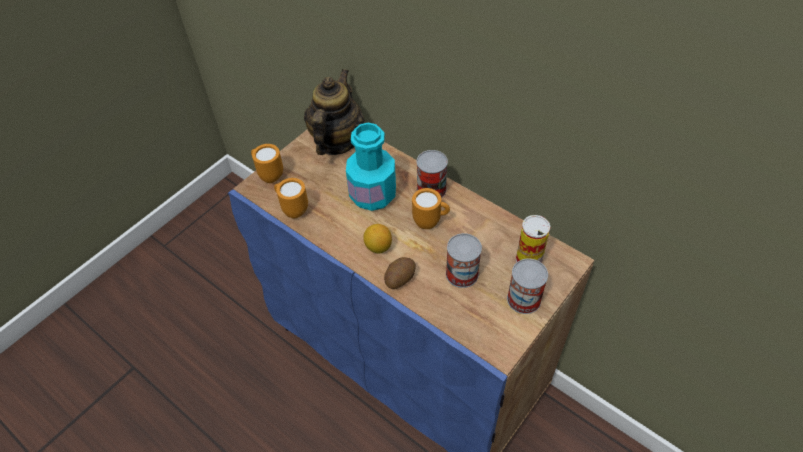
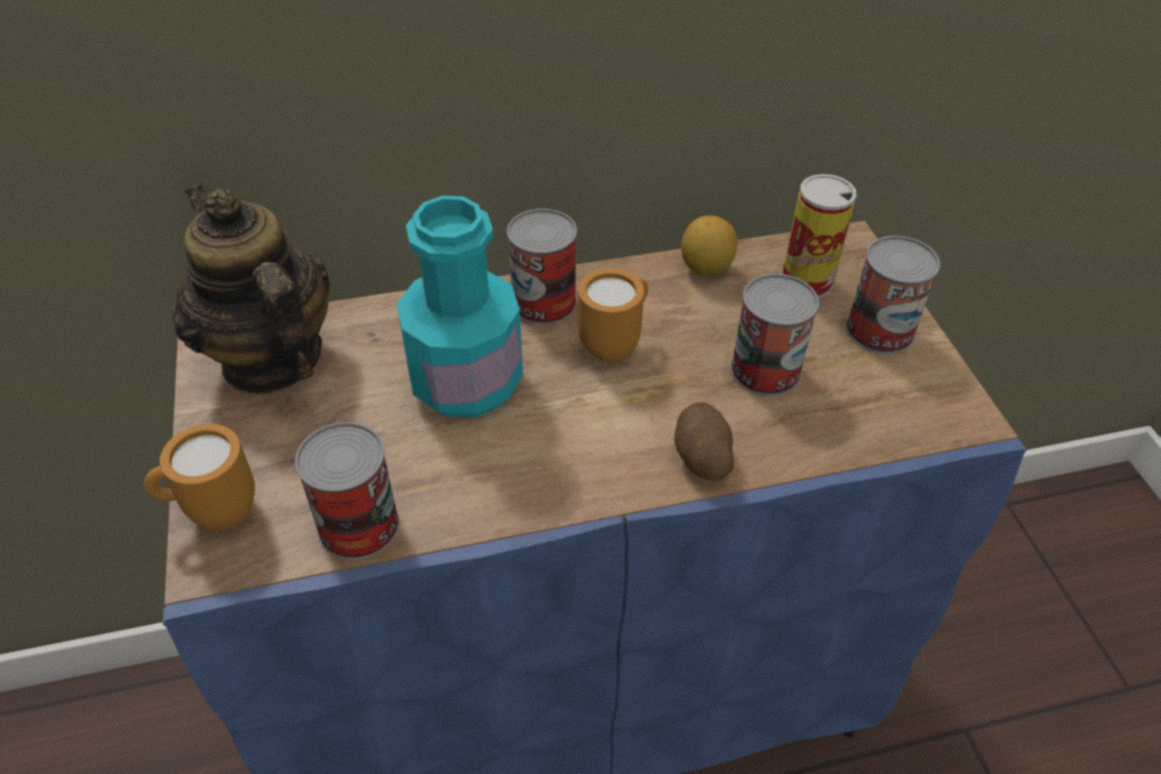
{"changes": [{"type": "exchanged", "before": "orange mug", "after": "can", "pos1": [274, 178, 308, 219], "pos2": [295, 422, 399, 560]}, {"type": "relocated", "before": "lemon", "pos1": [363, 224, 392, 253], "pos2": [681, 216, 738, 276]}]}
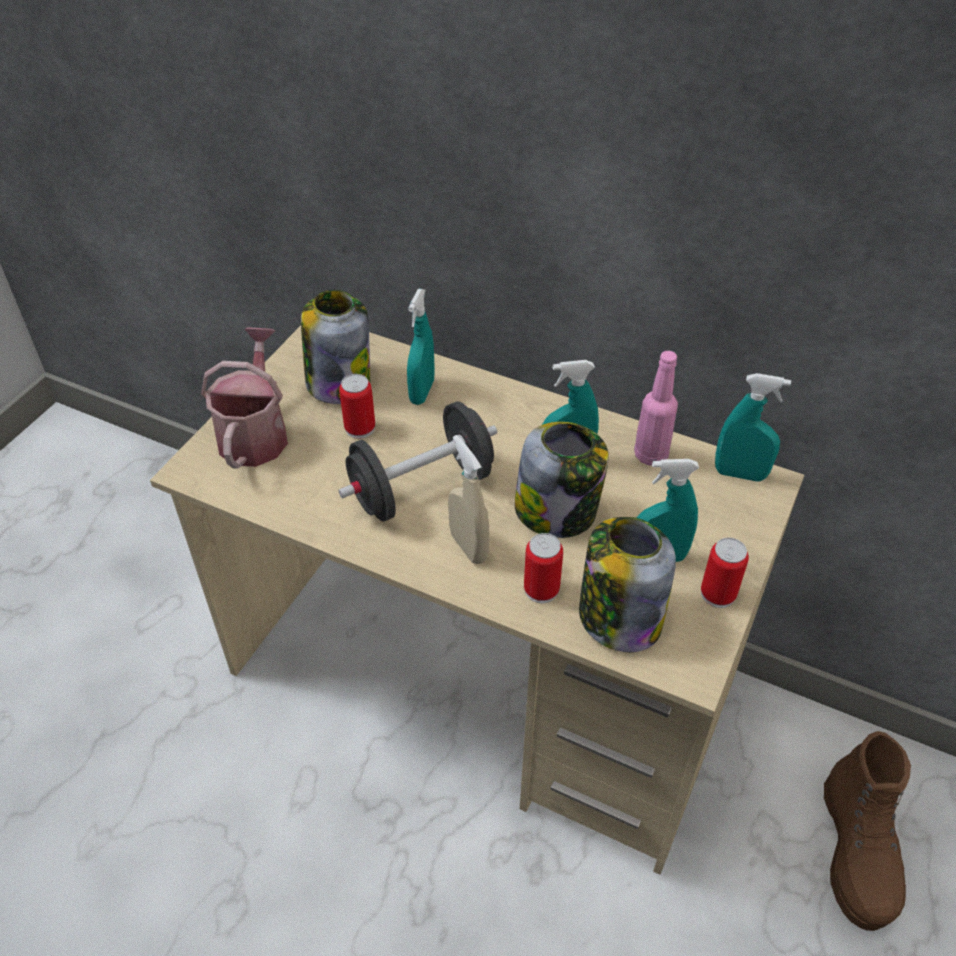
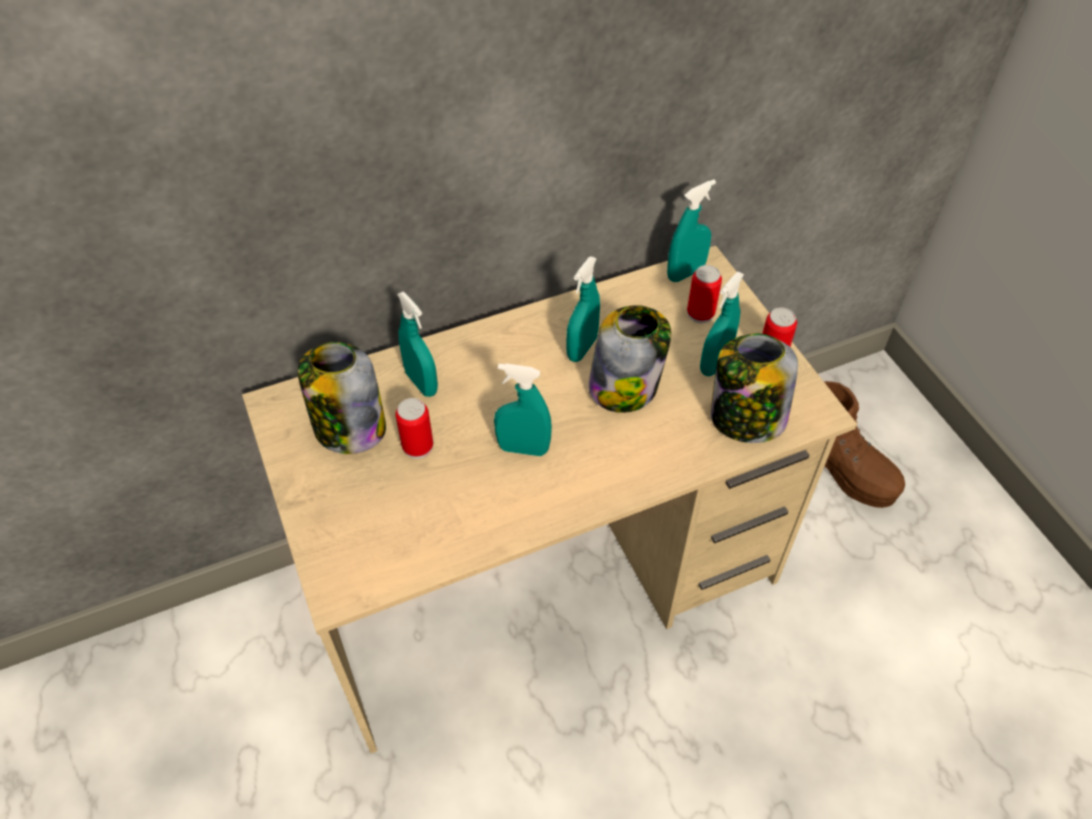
{"changes": [{"type": "missing", "before": "watering can", "pos1": [201, 327, 288, 469]}, {"type": "exchanged", "before": "black dumbbell", "after": "turquoise spray bottle", "pos1": [338, 402, 497, 522], "pos2": [494, 363, 552, 456]}, {"type": "missing", "before": "beige spray bottle", "pos1": [448, 435, 490, 564]}, {"type": "relocated", "before": "can", "pos1": [524, 533, 563, 603], "pos2": [687, 265, 722, 323]}, {"type": "missing", "before": "pink bottle", "pos1": [634, 351, 678, 465]}]}
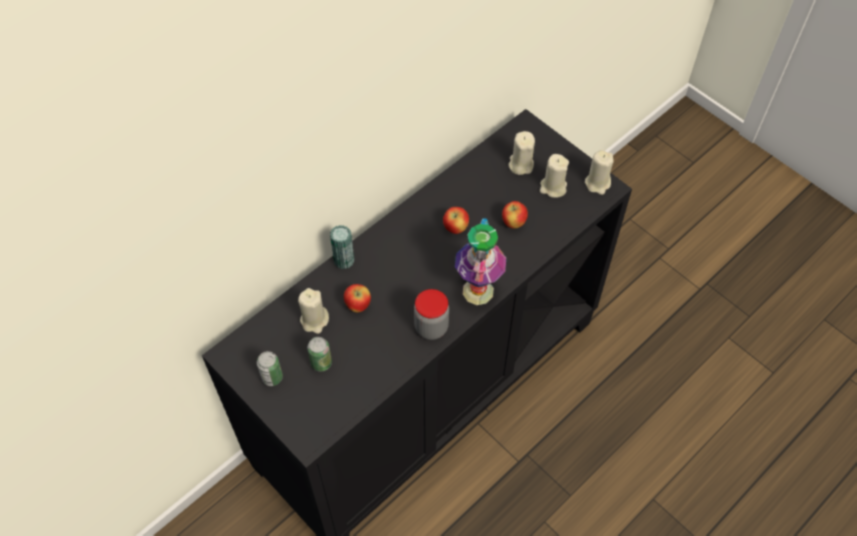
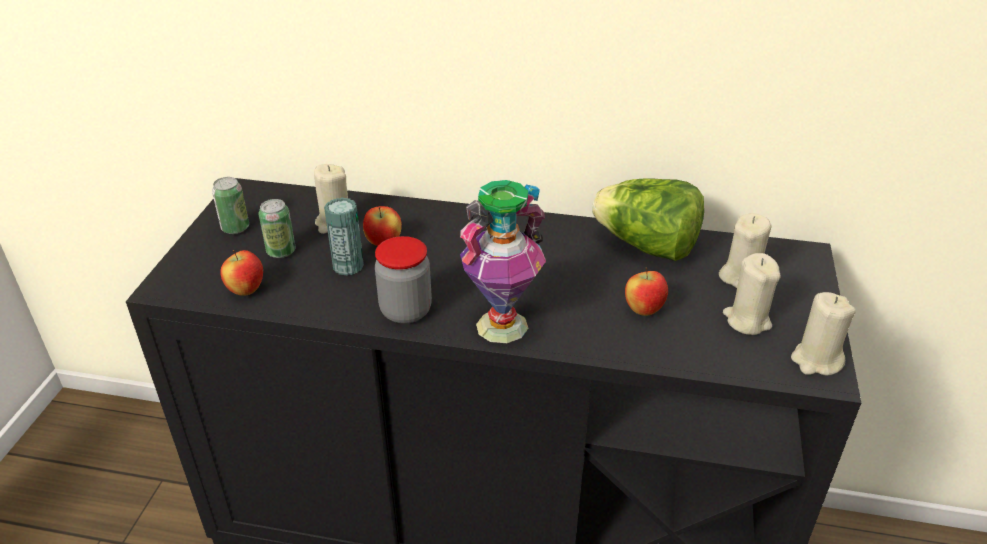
{"changes": [{"type": "relocated", "before": "can", "pos1": [330, 225, 354, 269], "pos2": [324, 198, 364, 276]}, {"type": "relocated", "before": "apple", "pos1": [443, 207, 469, 234], "pos2": [220, 250, 263, 296]}, {"type": "appeared", "after": "lettuce", "pos2": [592, 179, 704, 261]}]}
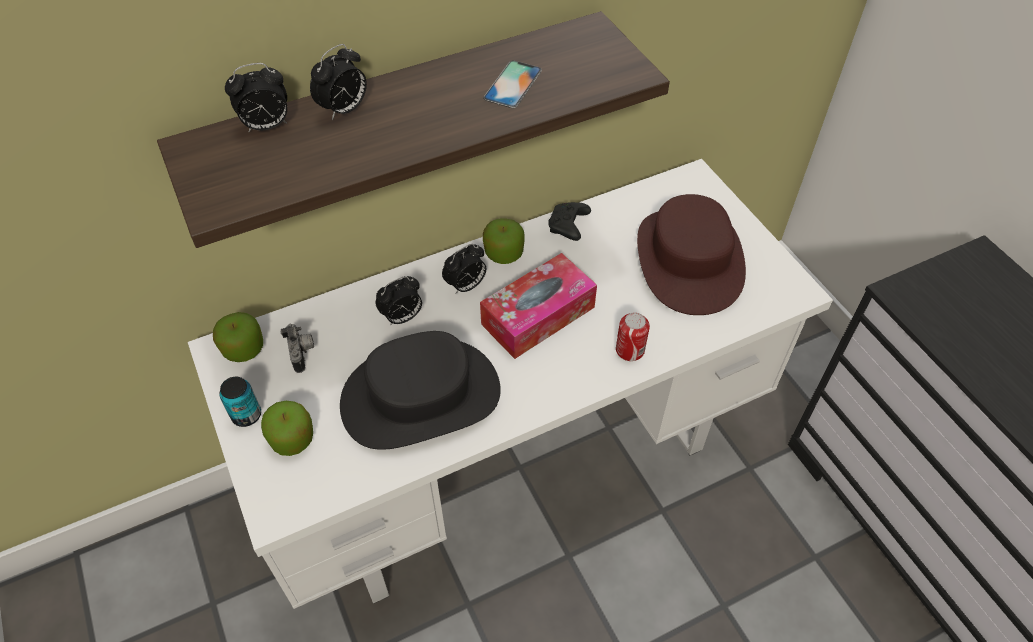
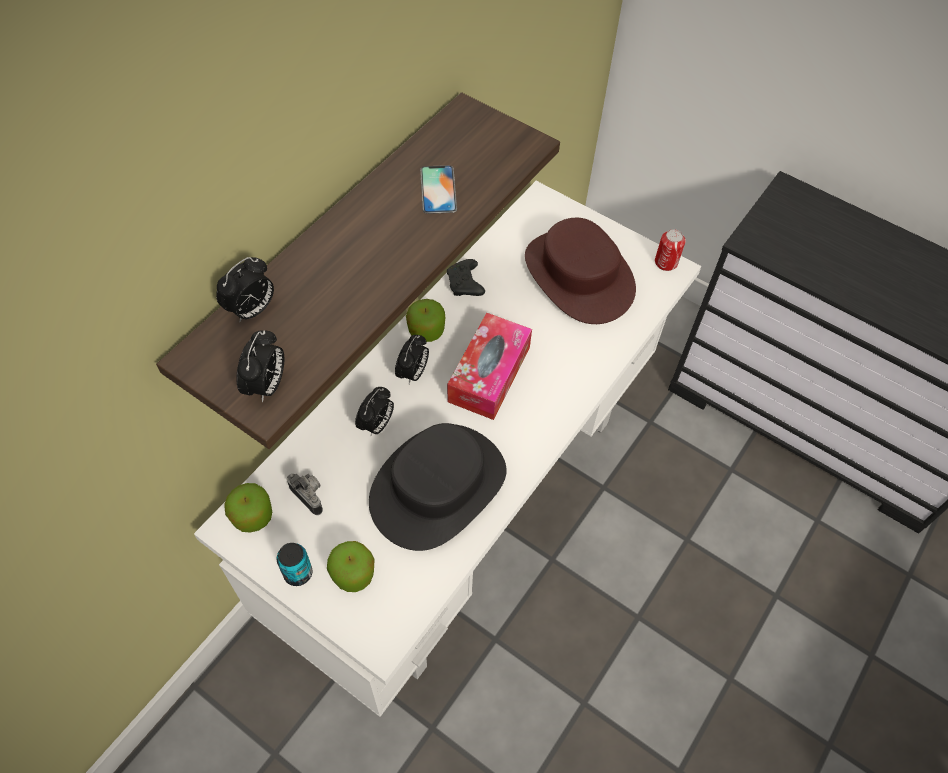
{"changes": [{"type": "relocated", "before": "alarm clock", "pos1": [310, 44, 367, 120], "pos2": [236, 330, 284, 402]}, {"type": "relocated", "before": "can", "pos1": [616, 312, 650, 361], "pos2": [655, 229, 685, 271]}]}
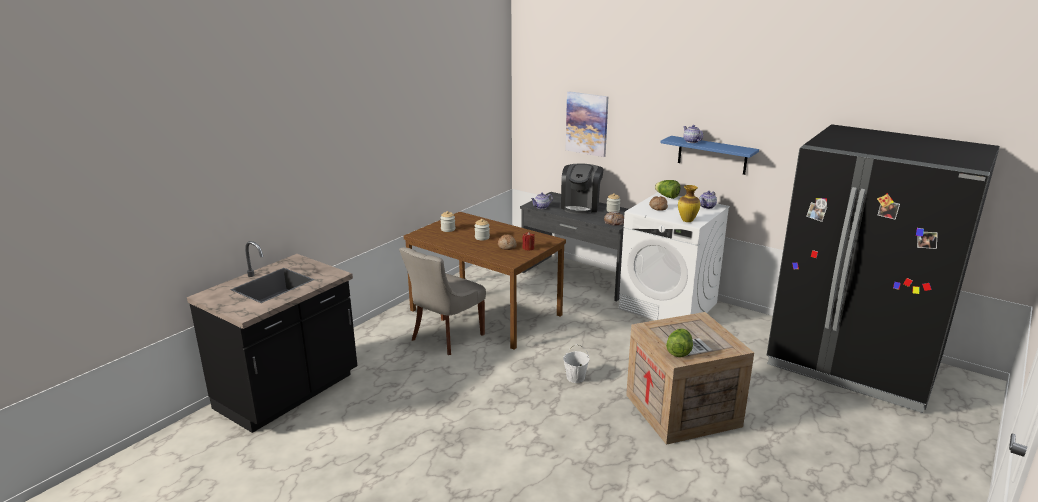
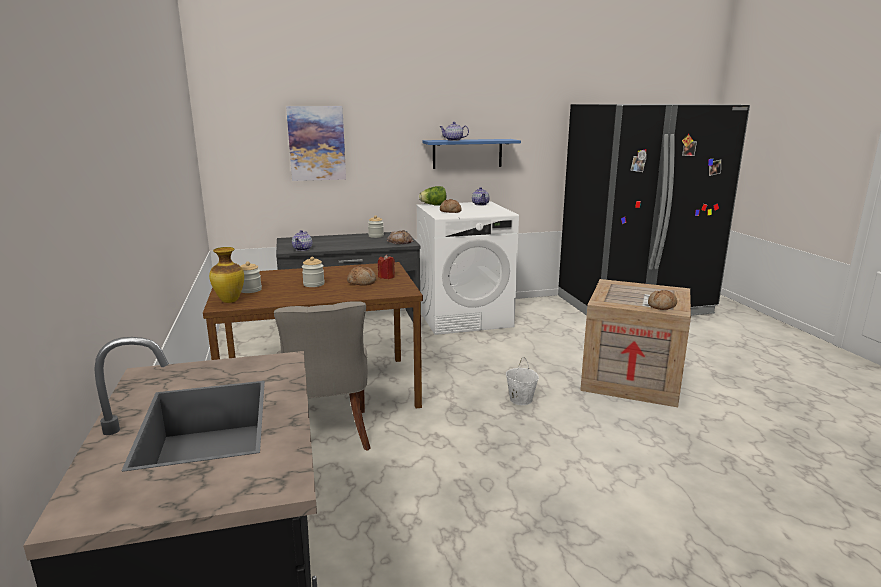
{"changes": [{"type": "missing", "before": "coffee machine", "pos1": [561, 163, 604, 214]}, {"type": "exchanged", "before": "lettuce", "after": "bread", "pos1": [666, 328, 693, 357], "pos2": [648, 290, 677, 310]}, {"type": "relocated", "before": "vase", "pos1": [678, 185, 700, 222], "pos2": [209, 247, 244, 303]}]}
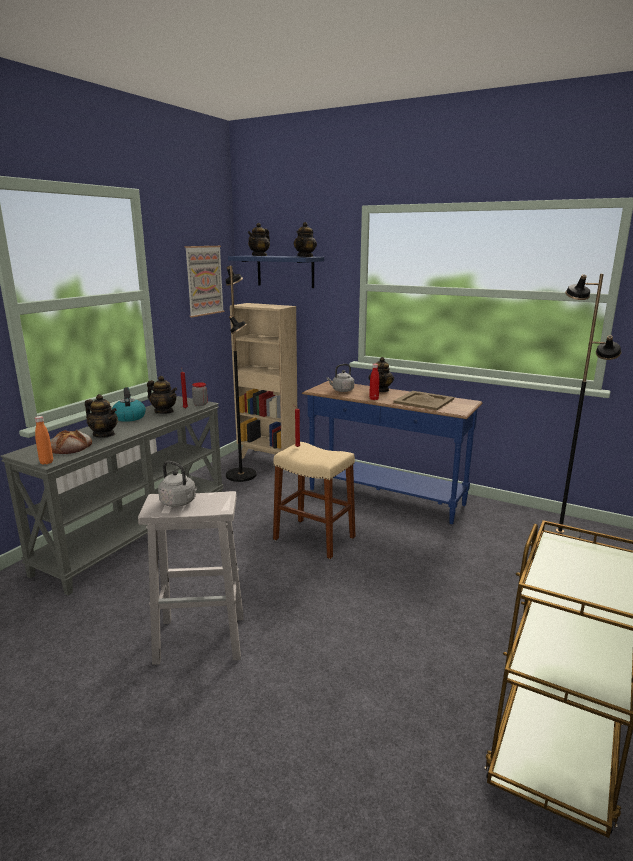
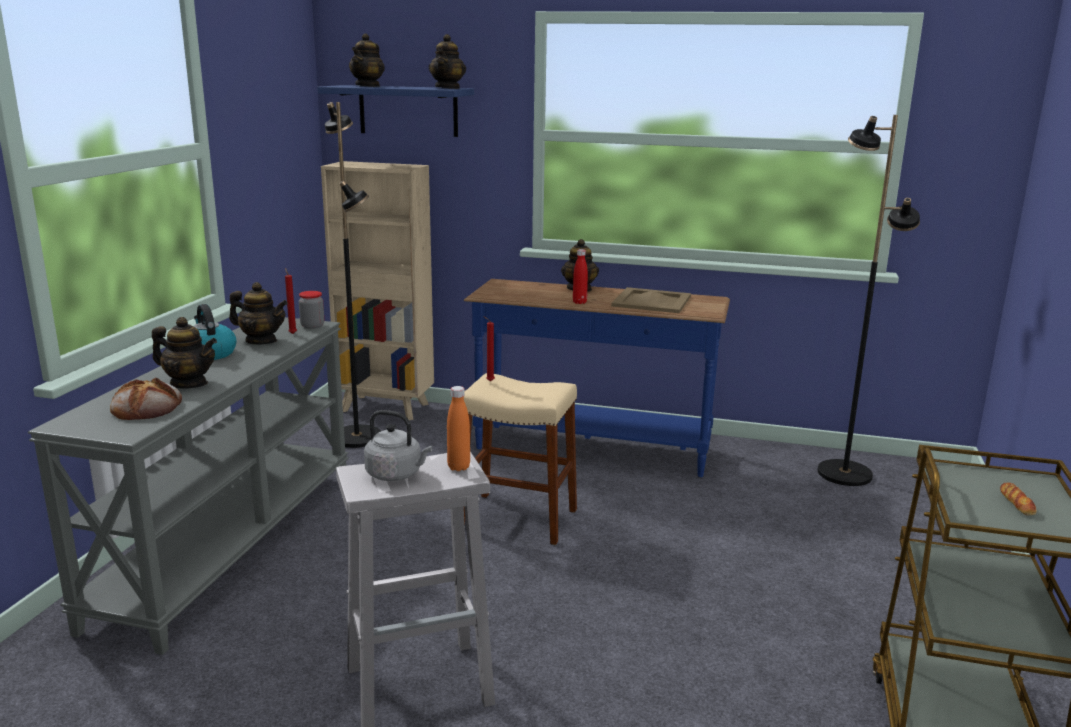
{"changes": [{"type": "relocated", "before": "orange bottle", "pos1": [35, 416, 53, 465], "pos2": [447, 386, 470, 471]}, {"type": "missing", "before": "picture", "pos1": [184, 246, 225, 317]}, {"type": "missing", "before": "grey kettle", "pos1": [327, 364, 354, 392]}, {"type": "appeared", "after": "bread", "pos2": [1000, 483, 1037, 516]}]}
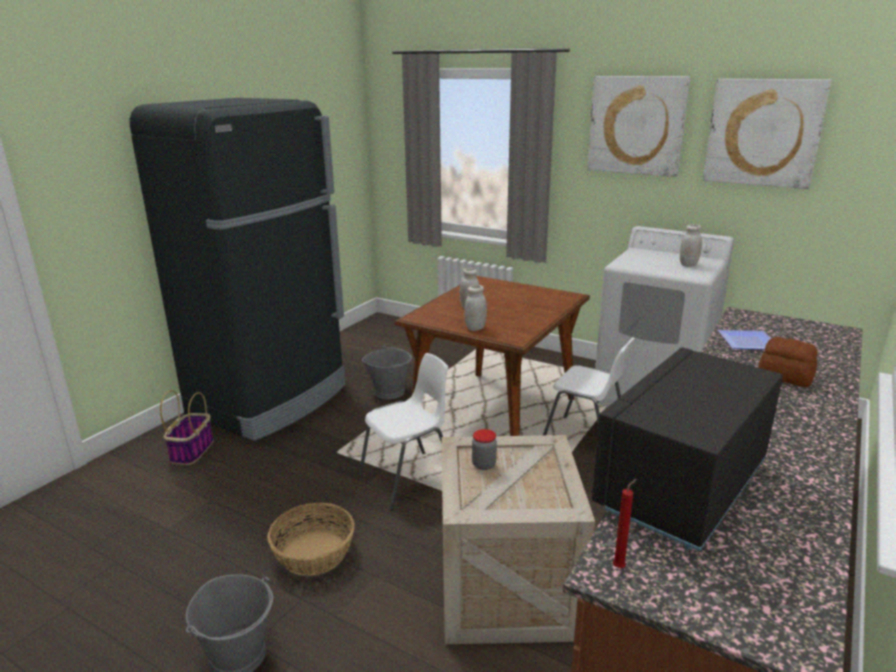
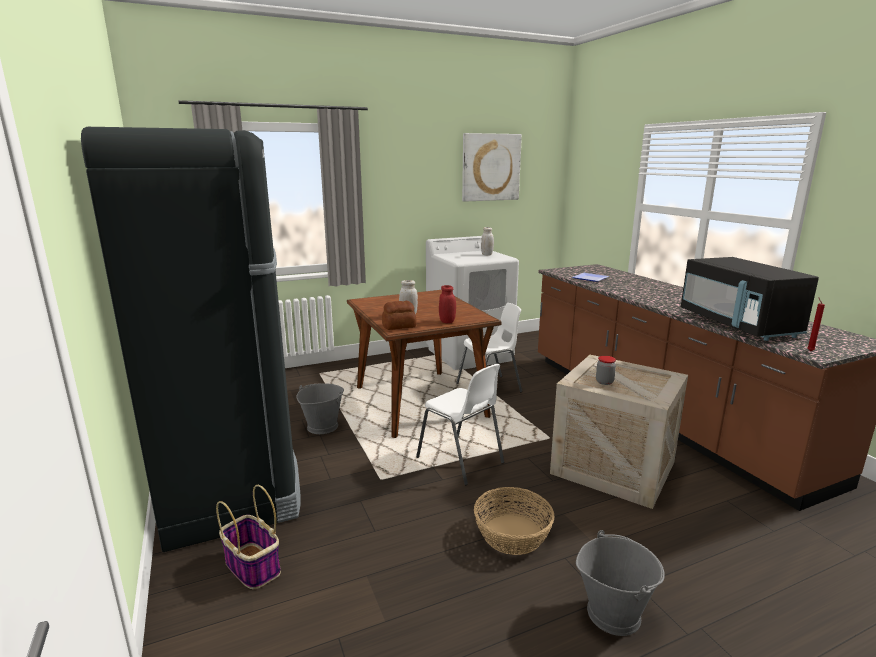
{"changes": [{"type": "spun", "before": "white chair", "pos1": [358, 353, 448, 511], "pos2": [416, 364, 504, 485], "turn": 135}, {"type": "colour", "before": "white jar", "after": "red jar", "pos1": [465, 285, 487, 331], "pos2": [439, 285, 456, 323]}, {"type": "missing", "before": "picture", "pos1": [587, 76, 690, 177]}, {"type": "relocated", "before": "bread", "pos1": [758, 337, 817, 387], "pos2": [382, 301, 416, 330]}]}
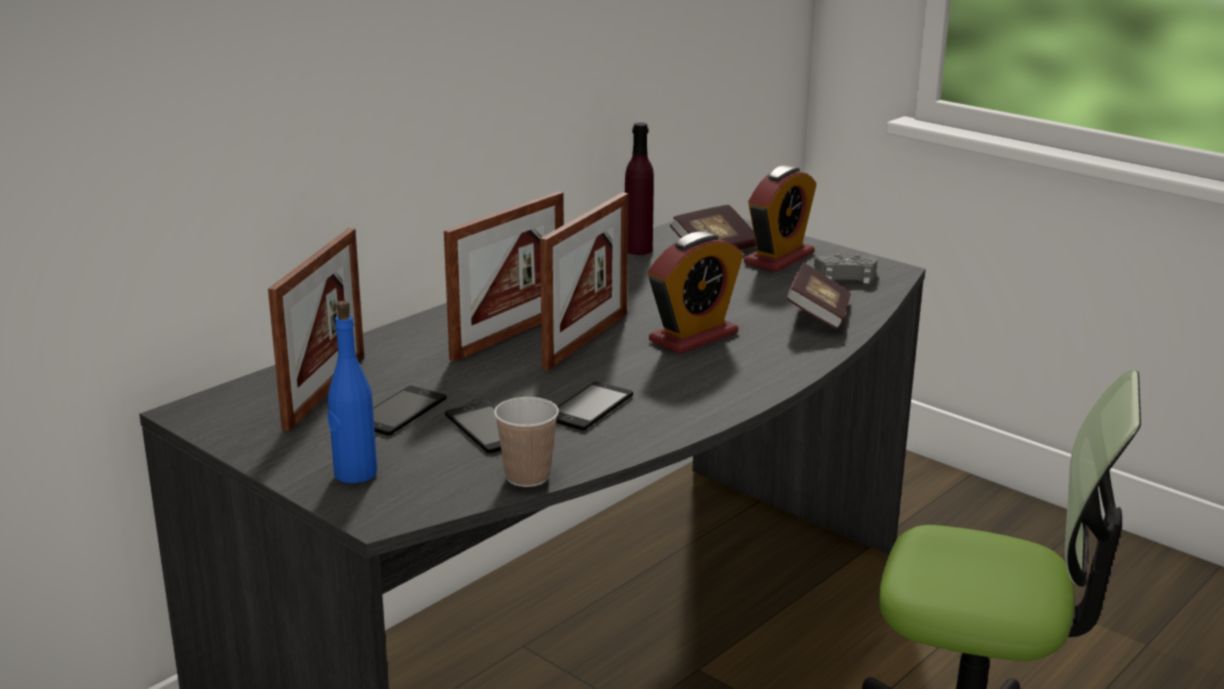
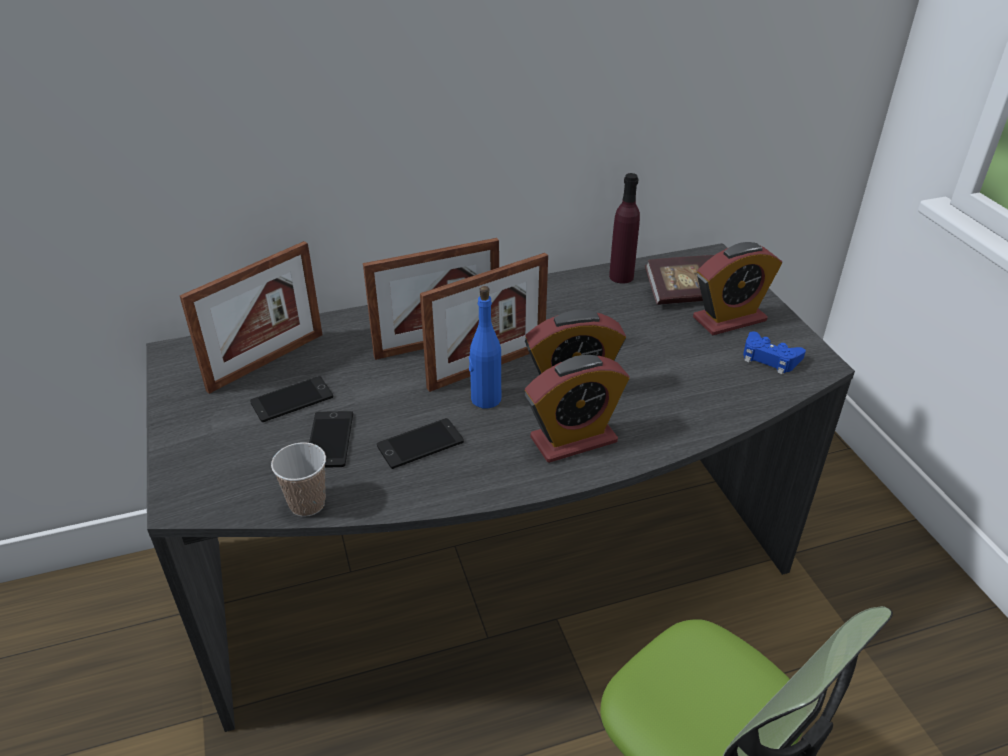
{"changes": [{"type": "relocated", "before": "blue bottle", "pos1": [327, 301, 377, 483], "pos2": [469, 286, 501, 408]}, {"type": "missing", "before": "book", "pos1": [786, 262, 851, 329]}, {"type": "colour", "before": "grey game controller", "after": "blue game controller", "pos1": [814, 253, 877, 284], "pos2": [743, 331, 806, 375]}, {"type": "appeared", "after": "alarm clock", "pos2": [525, 355, 630, 463]}]}
